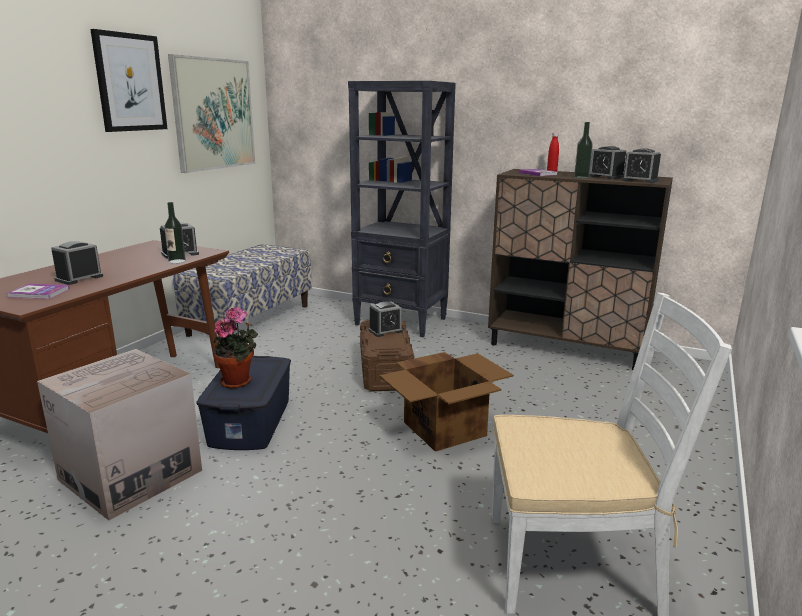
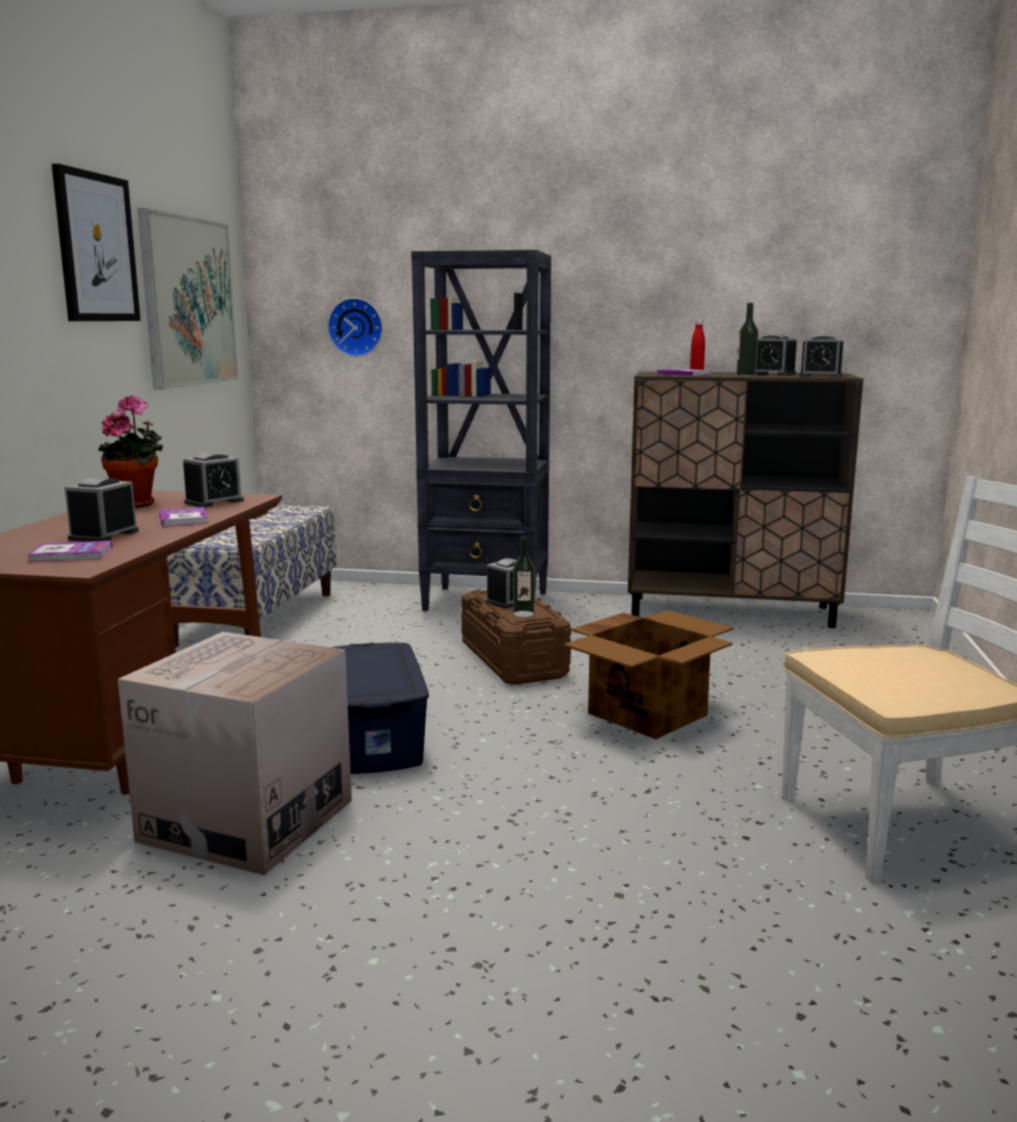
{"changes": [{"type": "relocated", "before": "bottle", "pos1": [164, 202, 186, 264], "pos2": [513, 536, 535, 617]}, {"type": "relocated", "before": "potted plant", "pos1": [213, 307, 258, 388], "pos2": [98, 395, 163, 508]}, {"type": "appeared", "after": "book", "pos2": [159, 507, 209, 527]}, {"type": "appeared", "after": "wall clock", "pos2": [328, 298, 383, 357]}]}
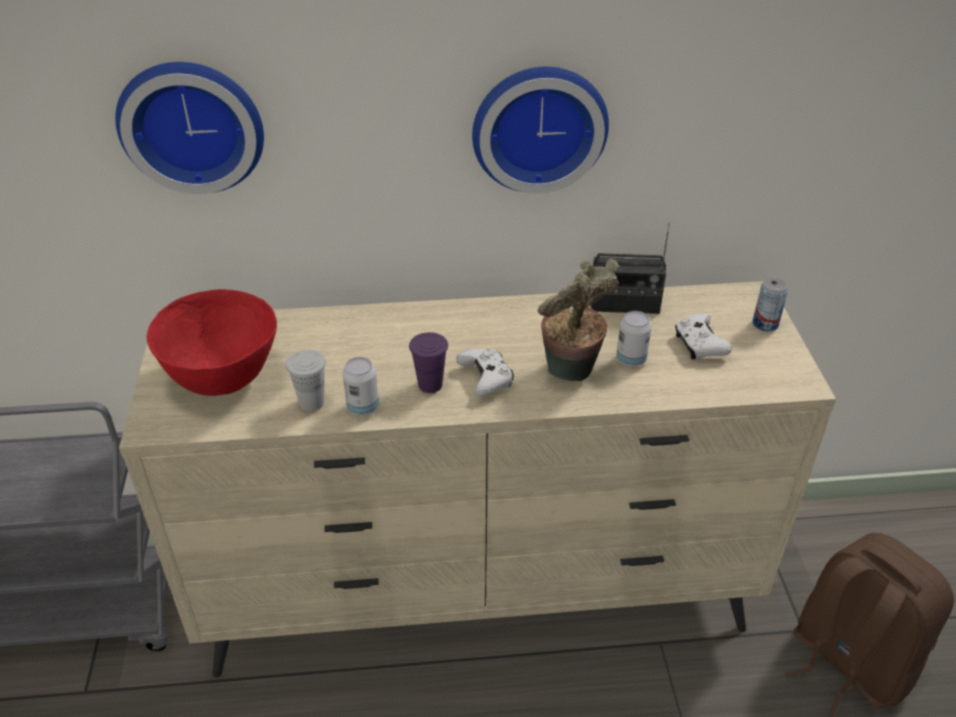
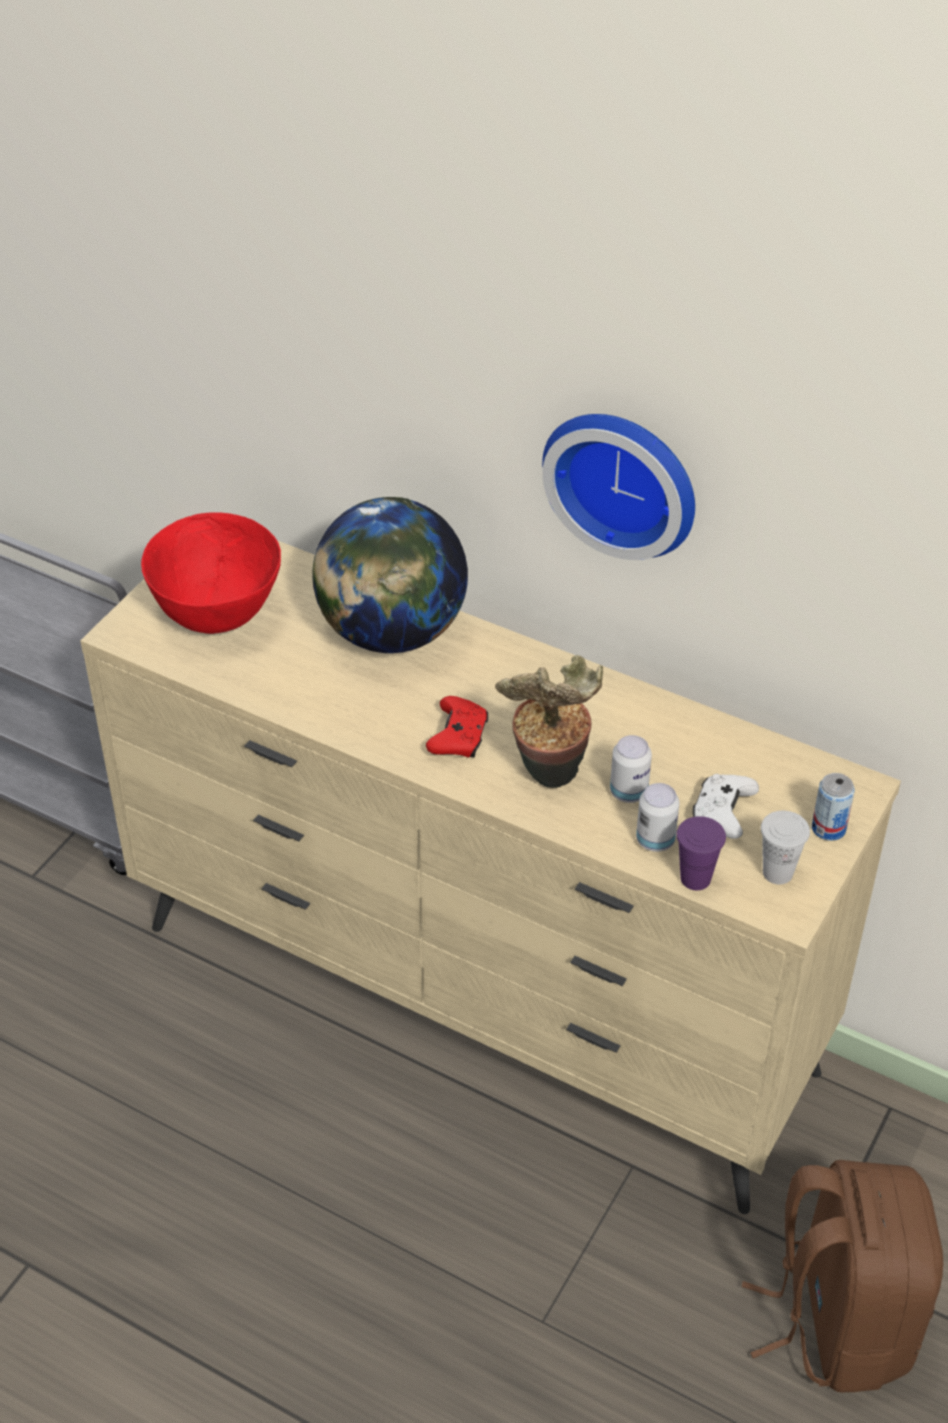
{"changes": [{"type": "missing", "before": "wall clock", "pos1": [115, 62, 264, 194]}, {"type": "relocated", "before": "white cup", "pos1": [286, 349, 326, 411], "pos2": [761, 811, 810, 884]}, {"type": "relocated", "before": "can", "pos1": [343, 357, 379, 416], "pos2": [636, 783, 679, 852]}, {"type": "relocated", "before": "purple cup", "pos1": [409, 332, 448, 393], "pos2": [676, 816, 726, 890]}, {"type": "colour", "before": "white game controller", "after": "red game controller", "pos1": [456, 348, 514, 396], "pos2": [426, 696, 488, 758]}, {"type": "missing", "before": "radio", "pos1": [591, 223, 670, 314]}, {"type": "appeared", "after": "globe", "pos2": [313, 497, 468, 653]}]}
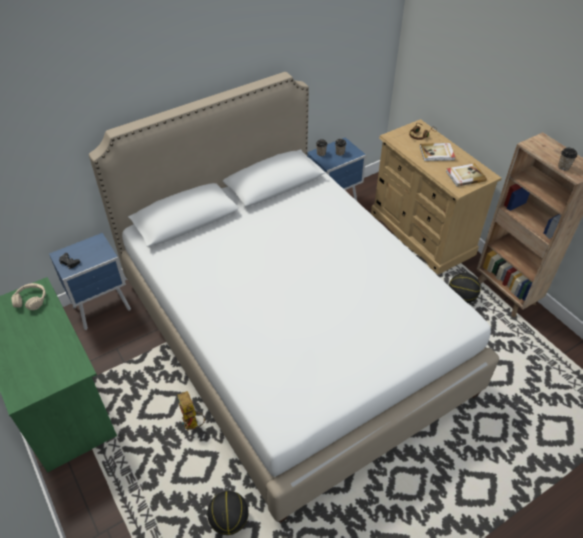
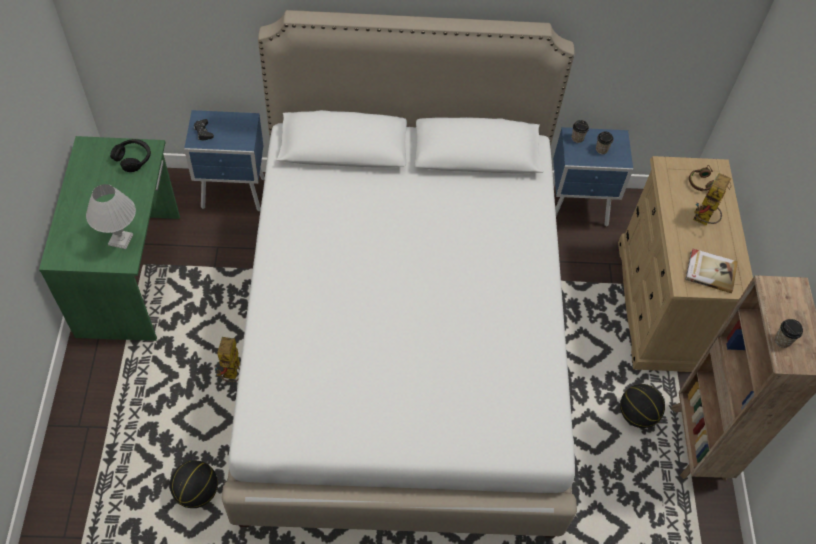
{"changes": [{"type": "colour", "before": "beige headphones", "after": "black headphones", "pos1": [12, 283, 46, 310], "pos2": [110, 139, 151, 172]}, {"type": "exchanged", "before": "book", "after": "toy robot", "pos1": [420, 143, 455, 161], "pos2": [693, 173, 732, 225]}, {"type": "appeared", "after": "white table lamp", "pos2": [86, 184, 136, 249]}]}
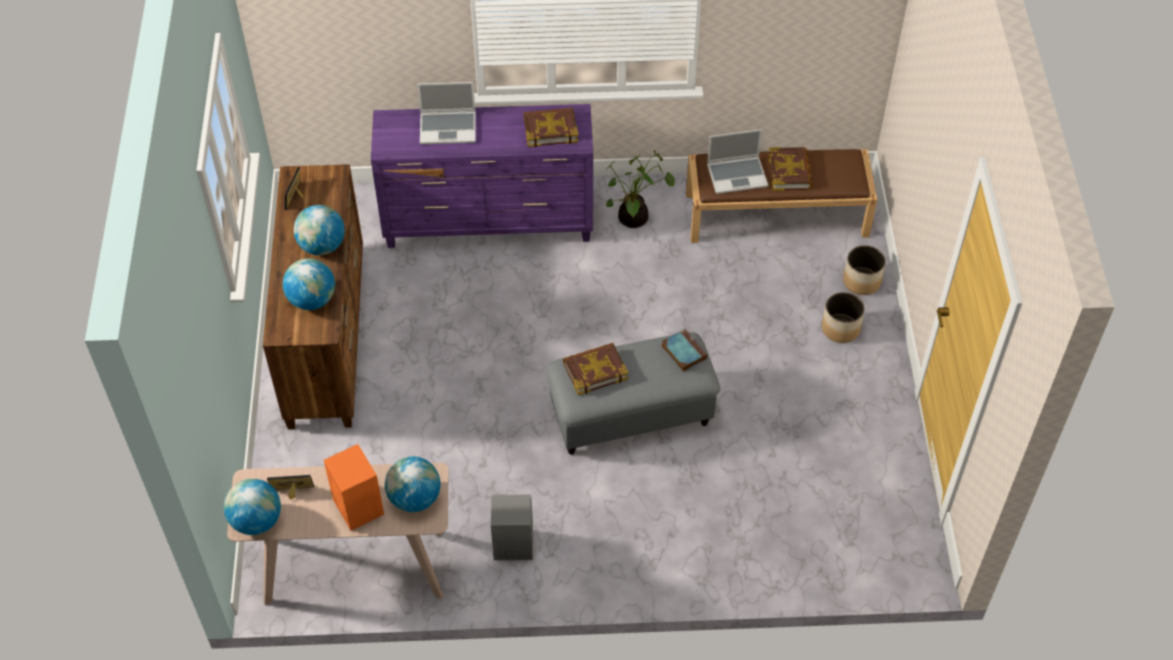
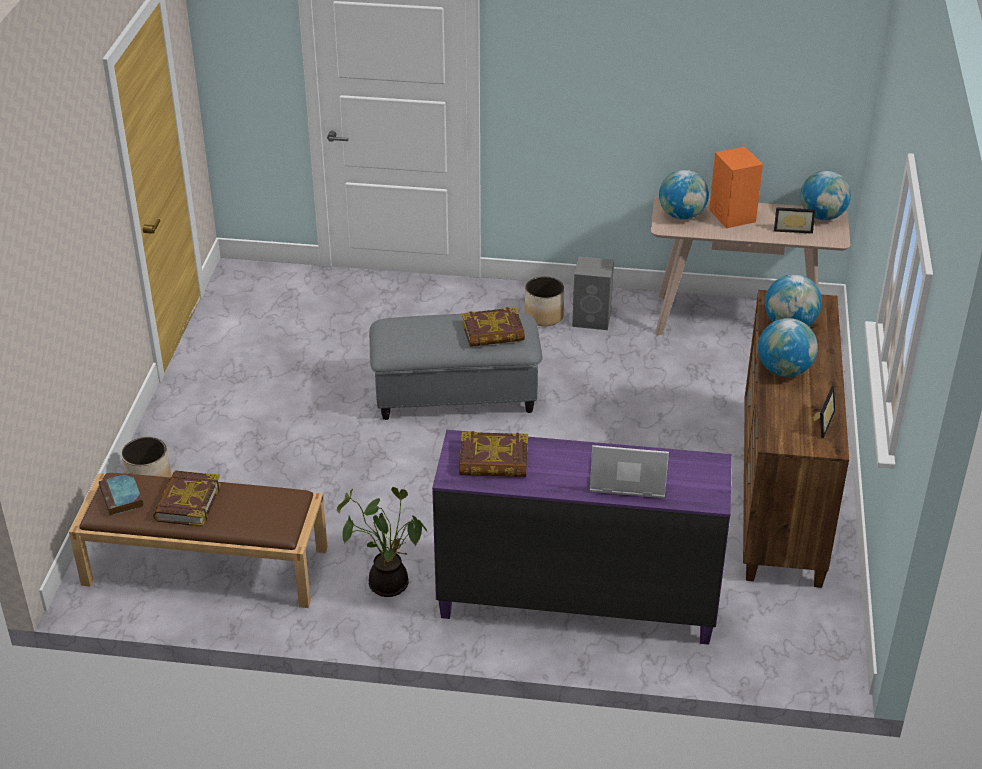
{"changes": [{"type": "relocated", "before": "book", "pos1": [662, 329, 707, 372], "pos2": [99, 472, 144, 516]}, {"type": "missing", "before": "laptop", "pos1": [707, 129, 768, 194]}, {"type": "relocated", "before": "planter", "pos1": [822, 292, 865, 343], "pos2": [524, 276, 564, 326]}]}
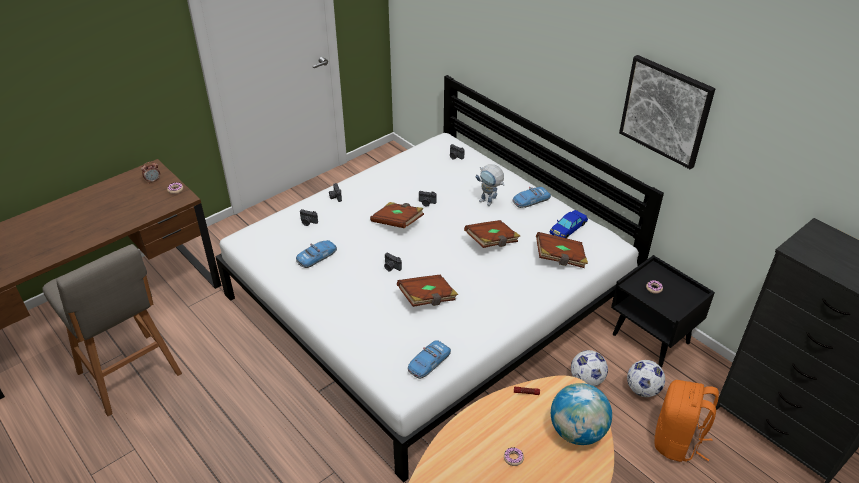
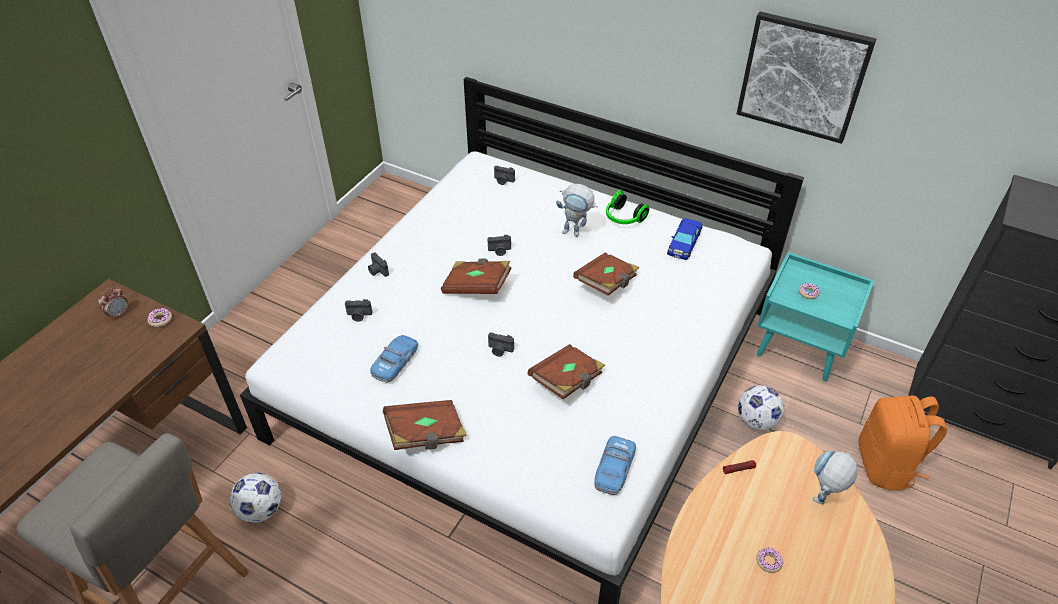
{"changes": [{"type": "exchanged", "before": "toy car", "after": "headphones", "pos1": [513, 187, 551, 208], "pos2": [606, 189, 650, 224]}, {"type": "relocated", "before": "brown book", "pos1": [536, 232, 588, 268], "pos2": [383, 400, 467, 450]}, {"type": "exchanged", "before": "globe", "after": "toy robot", "pos1": [551, 383, 612, 445], "pos2": [813, 451, 858, 505]}, {"type": "colour", "before": "black nightstand", "after": "turquoise nightstand", "pos1": [611, 255, 715, 368], "pos2": [757, 252, 875, 382]}, {"type": "relocated", "before": "football", "pos1": [627, 360, 665, 397], "pos2": [230, 473, 281, 523]}]}
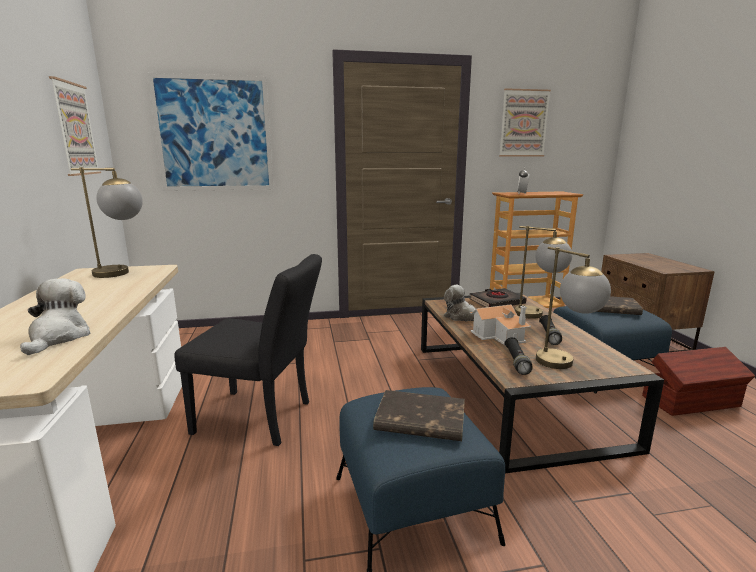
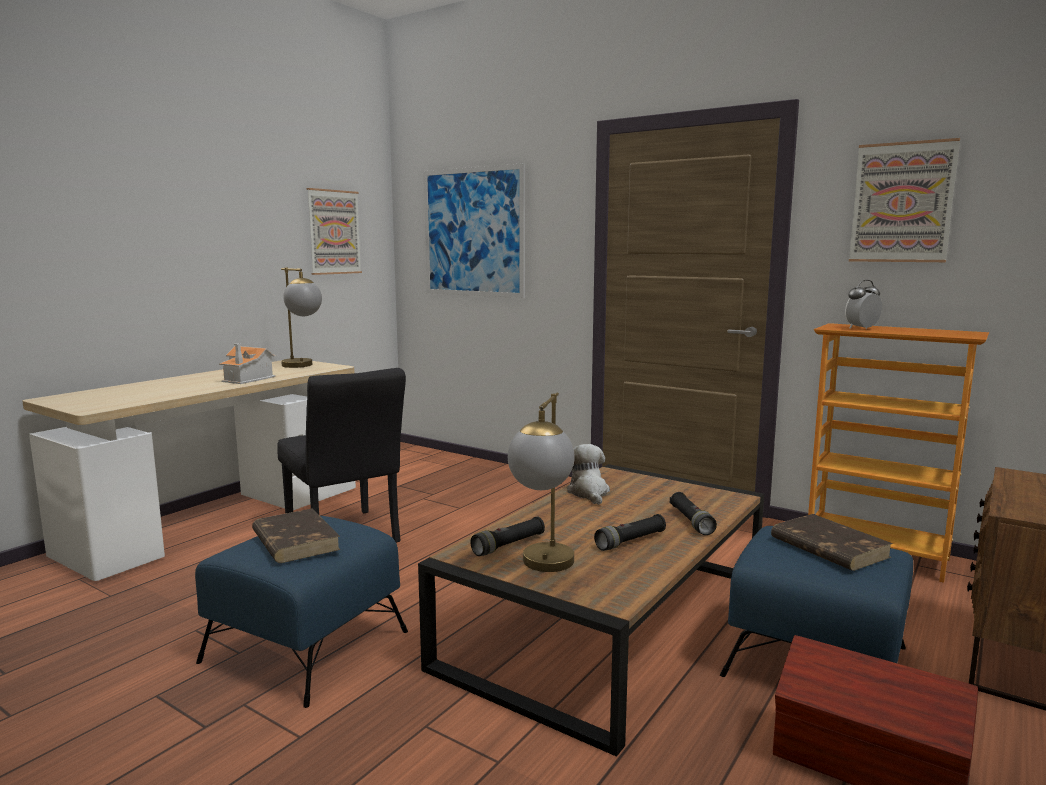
{"changes": [{"type": "missing", "before": "plush toy", "pos1": [20, 278, 90, 355]}, {"type": "missing", "before": "black book", "pos1": [469, 288, 527, 307]}, {"type": "relocated", "before": "toy house", "pos1": [470, 305, 531, 345], "pos2": [219, 343, 277, 384]}, {"type": "exchanged", "before": "table lamp", "after": "black flashlight", "pos1": [515, 226, 572, 319], "pos2": [670, 492, 717, 535]}]}
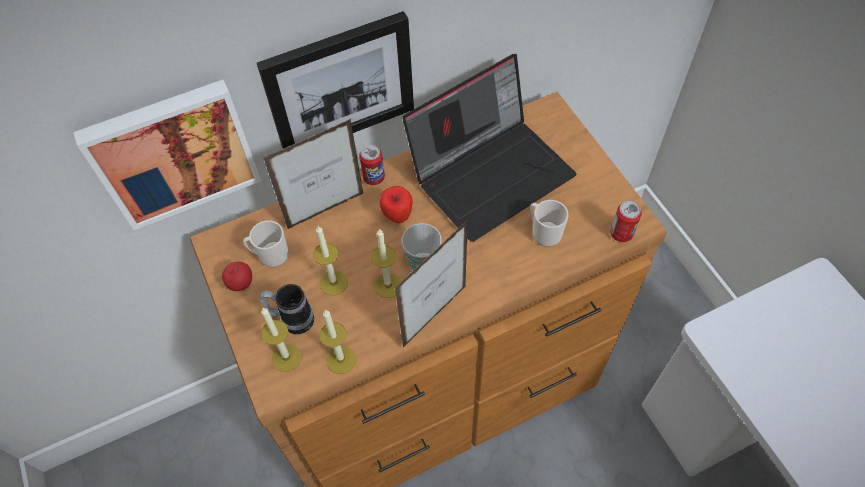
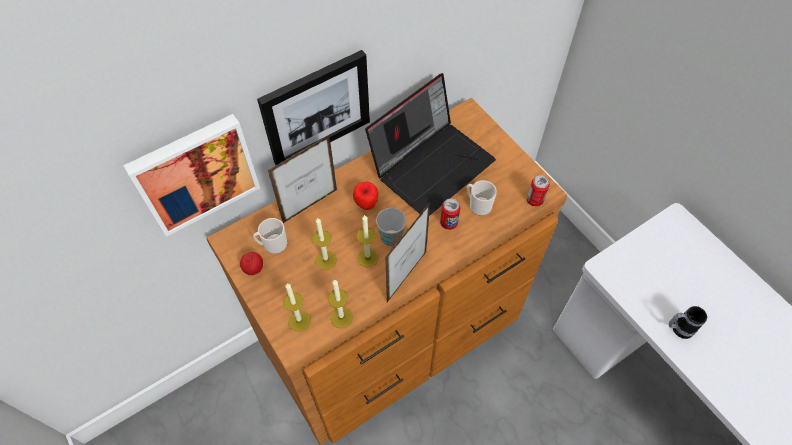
{"changes": [{"type": "relocated", "before": "mug", "pos1": [260, 284, 314, 334], "pos2": [669, 306, 707, 339]}, {"type": "relocated", "before": "can", "pos1": [359, 145, 385, 185], "pos2": [440, 199, 460, 230]}]}
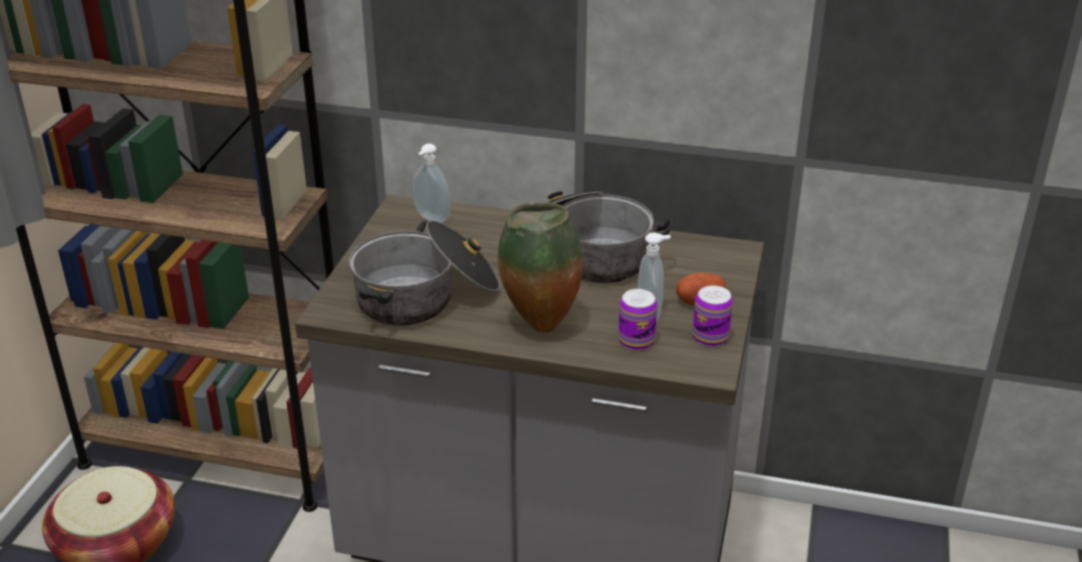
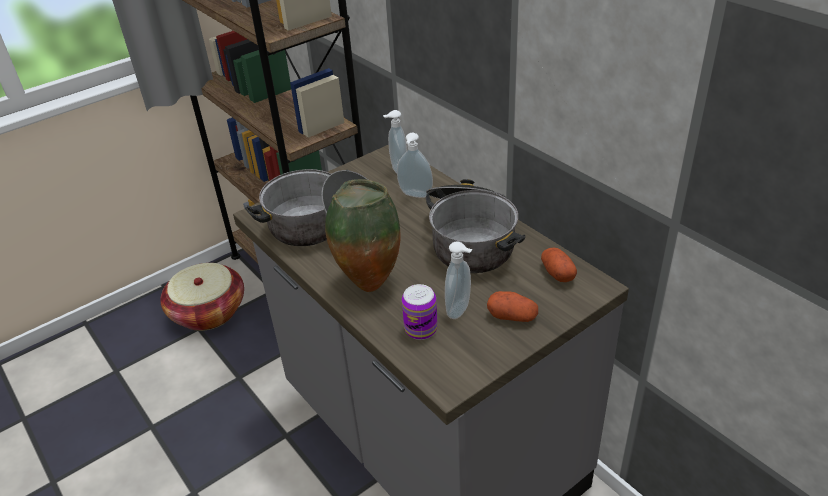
{"changes": [{"type": "missing", "before": "can", "pos1": [693, 285, 733, 347]}, {"type": "appeared", "after": "soap dispenser", "pos2": [397, 133, 433, 198]}, {"type": "appeared", "after": "potato", "pos2": [541, 248, 577, 282]}]}
